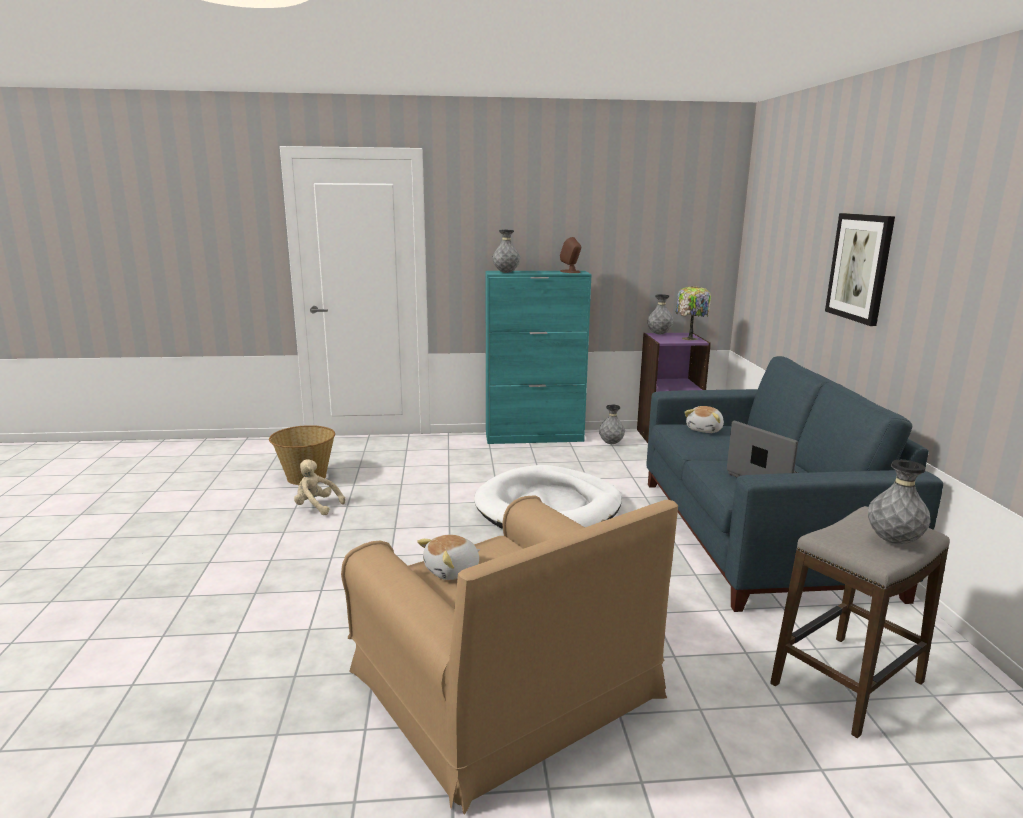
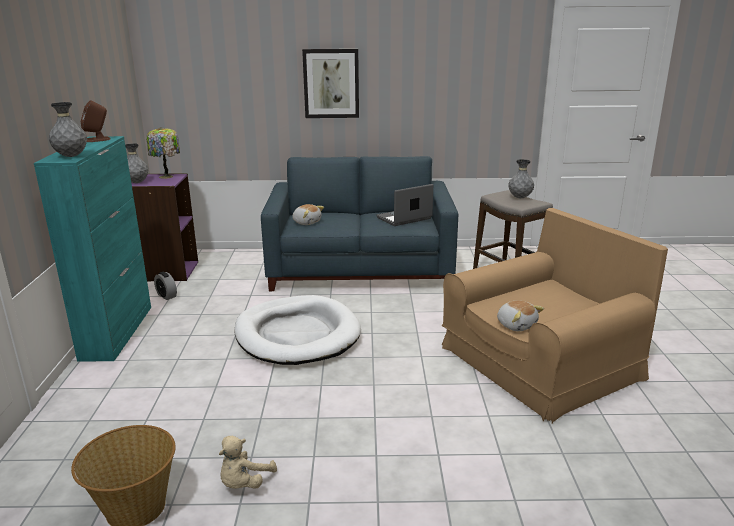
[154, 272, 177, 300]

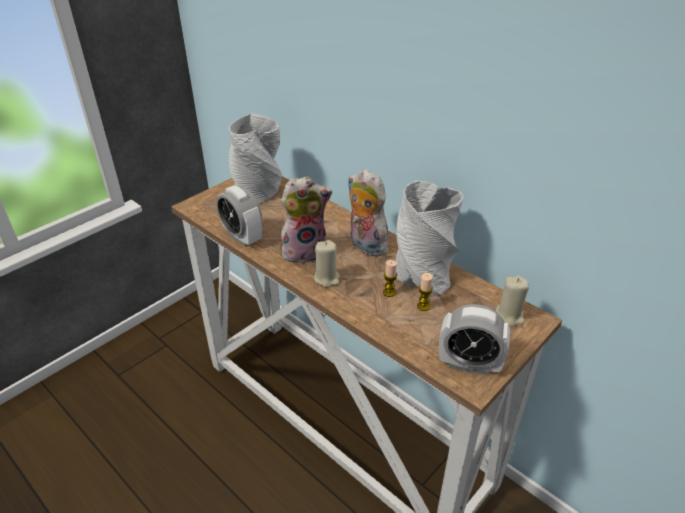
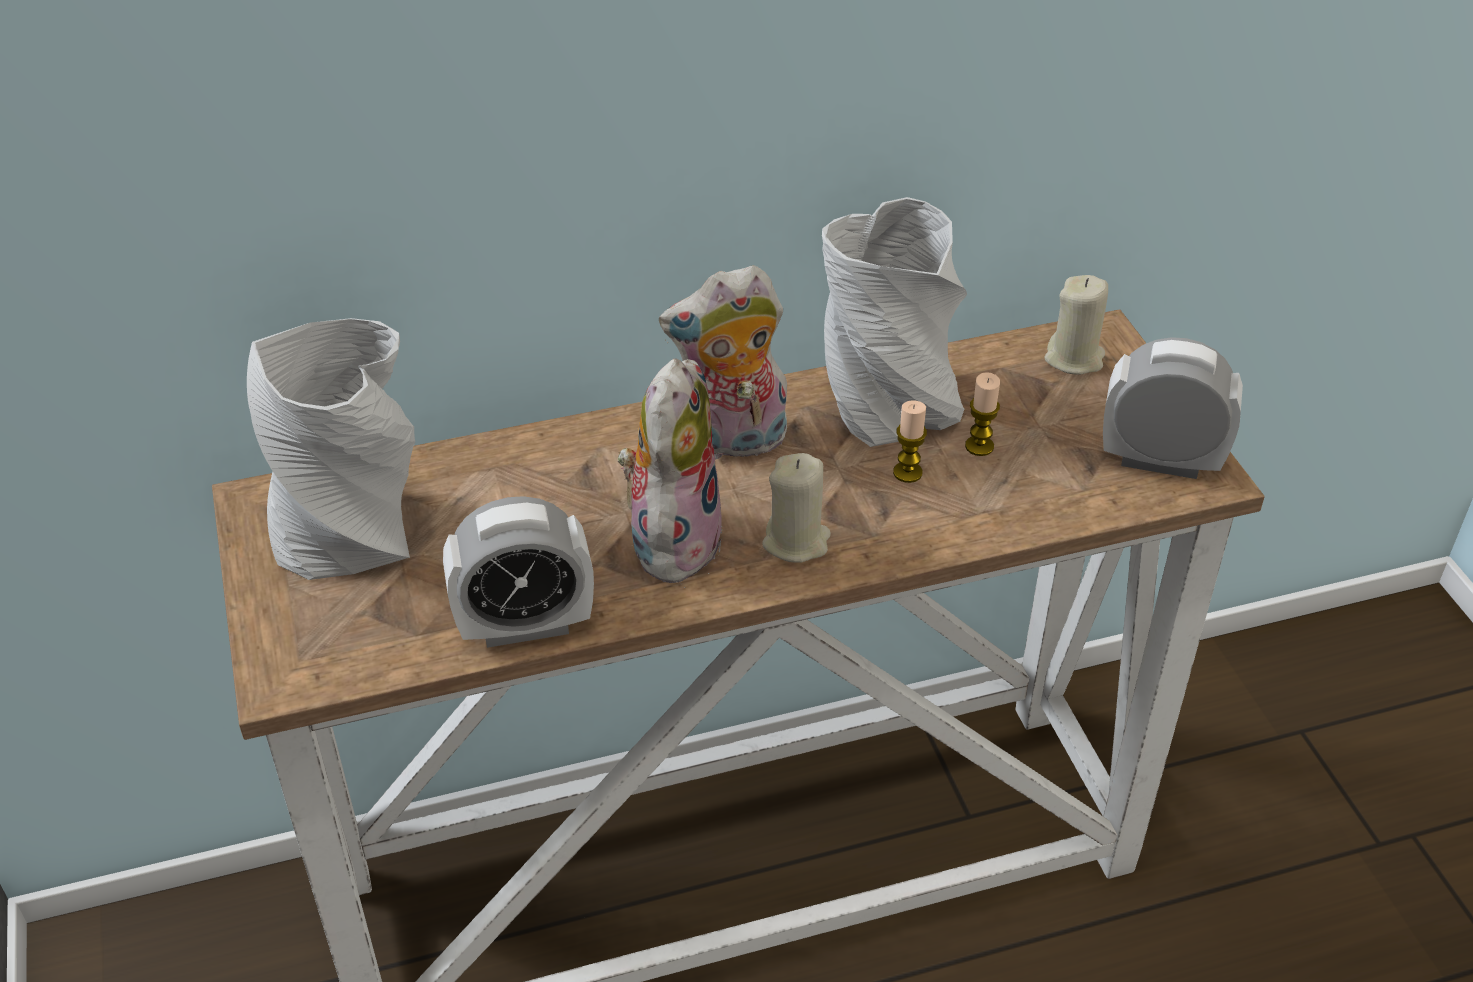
[1103, 337, 1243, 479]

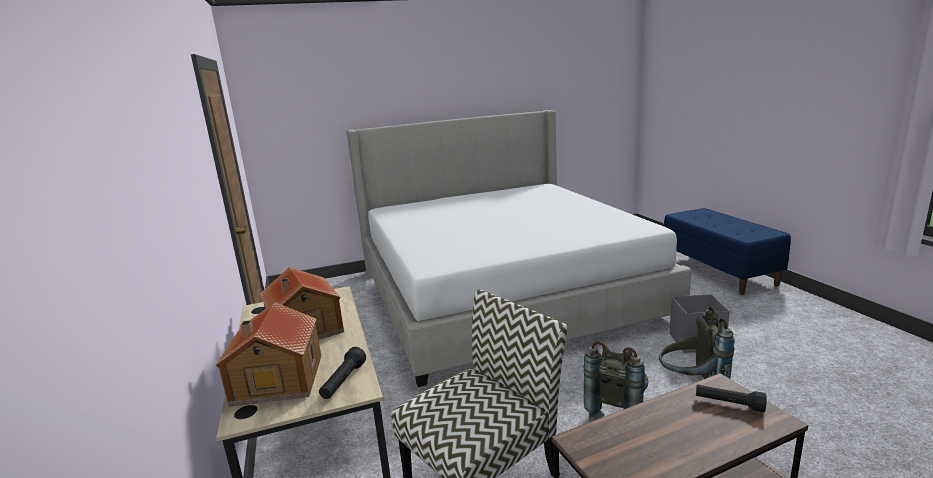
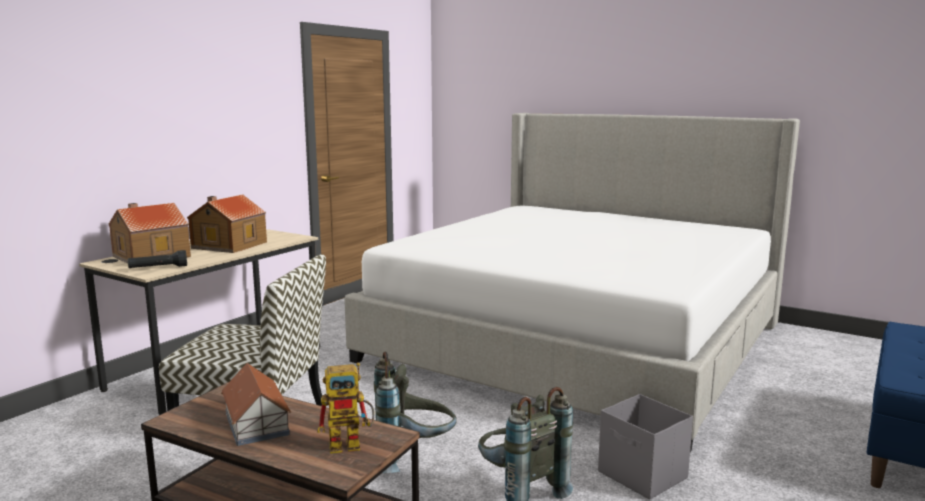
[317, 362, 374, 454]
[221, 363, 291, 446]

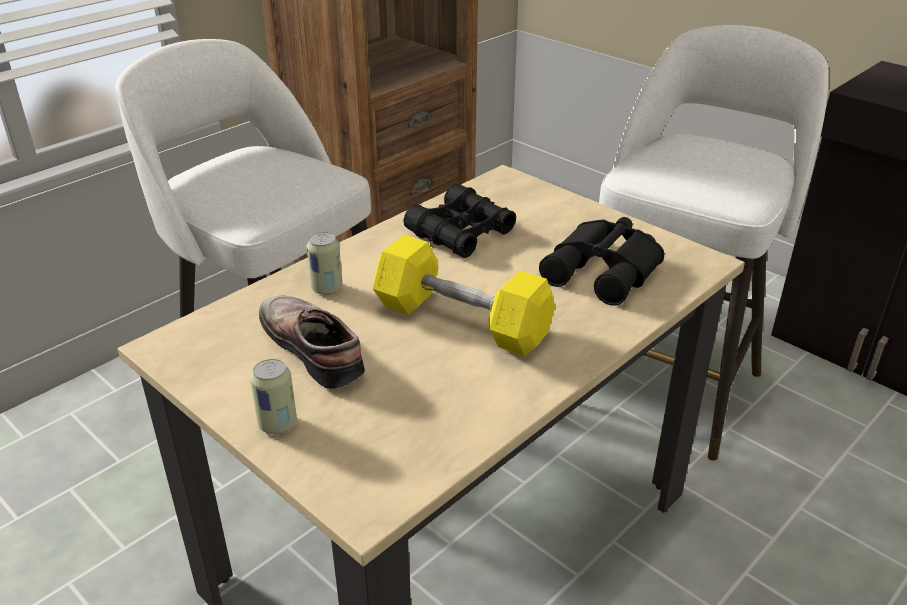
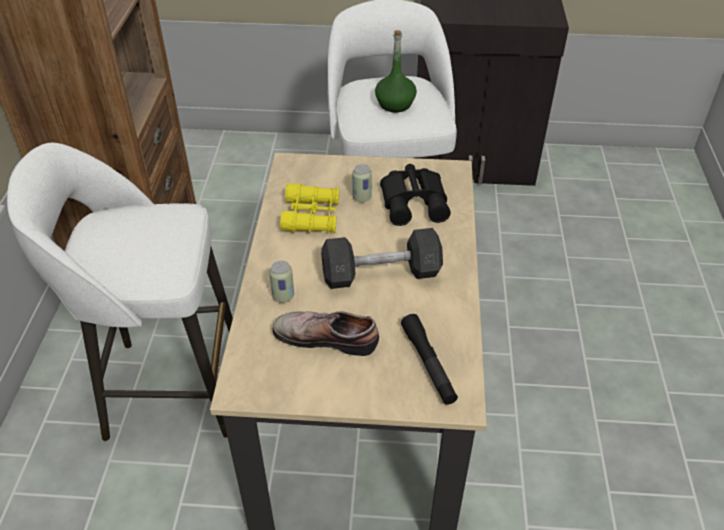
[352, 164, 372, 202]
[321, 228, 443, 289]
[280, 183, 339, 233]
[375, 30, 417, 112]
[401, 314, 458, 405]

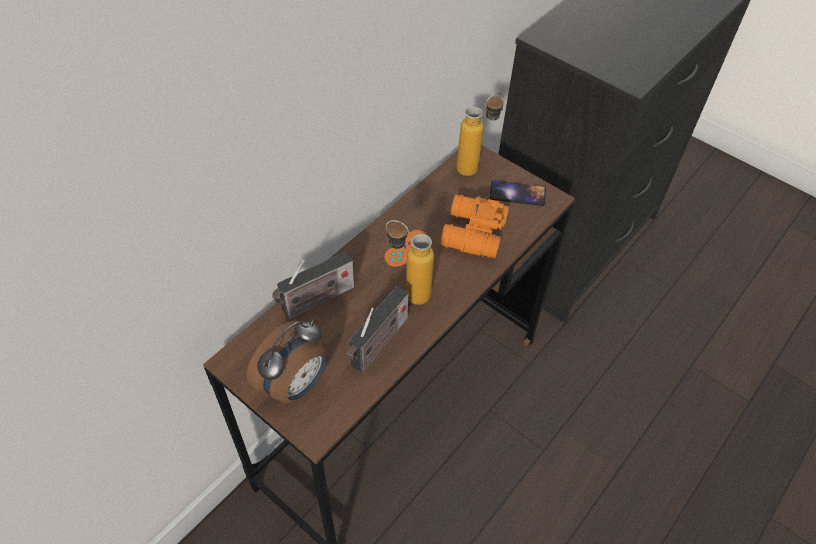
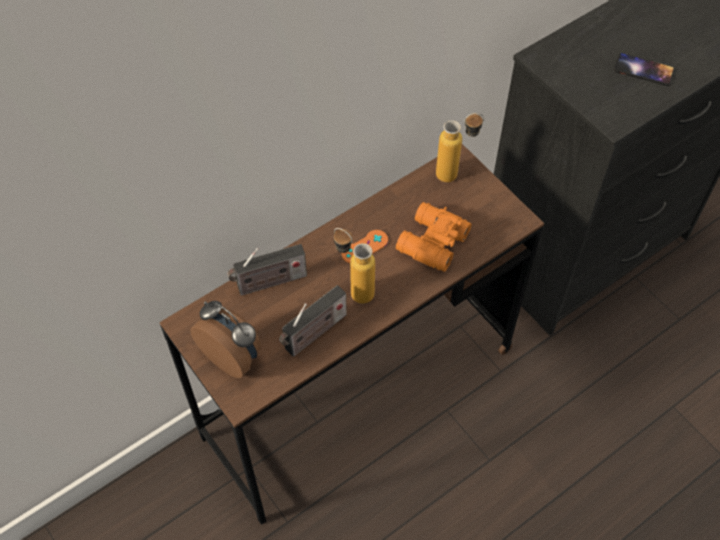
[190, 301, 261, 378]
[614, 53, 675, 86]

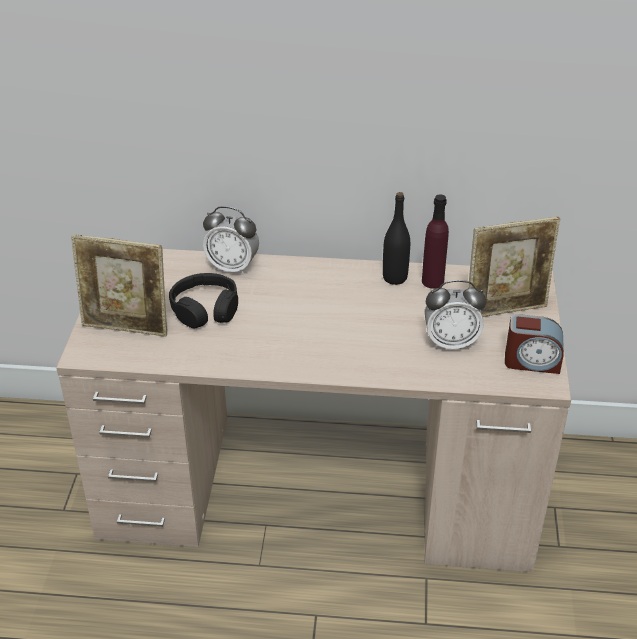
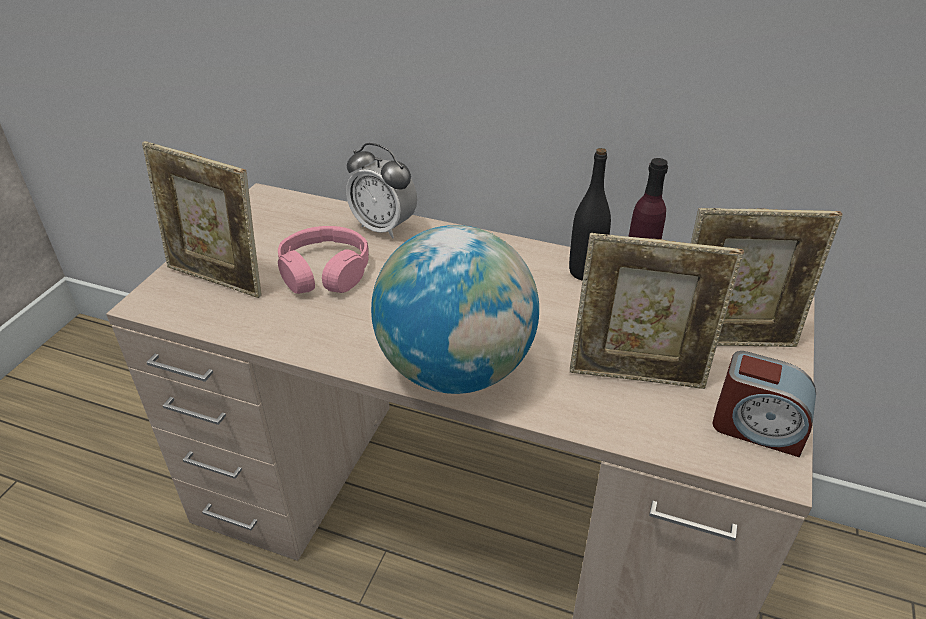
[278, 226, 369, 294]
[570, 233, 744, 389]
[371, 225, 539, 394]

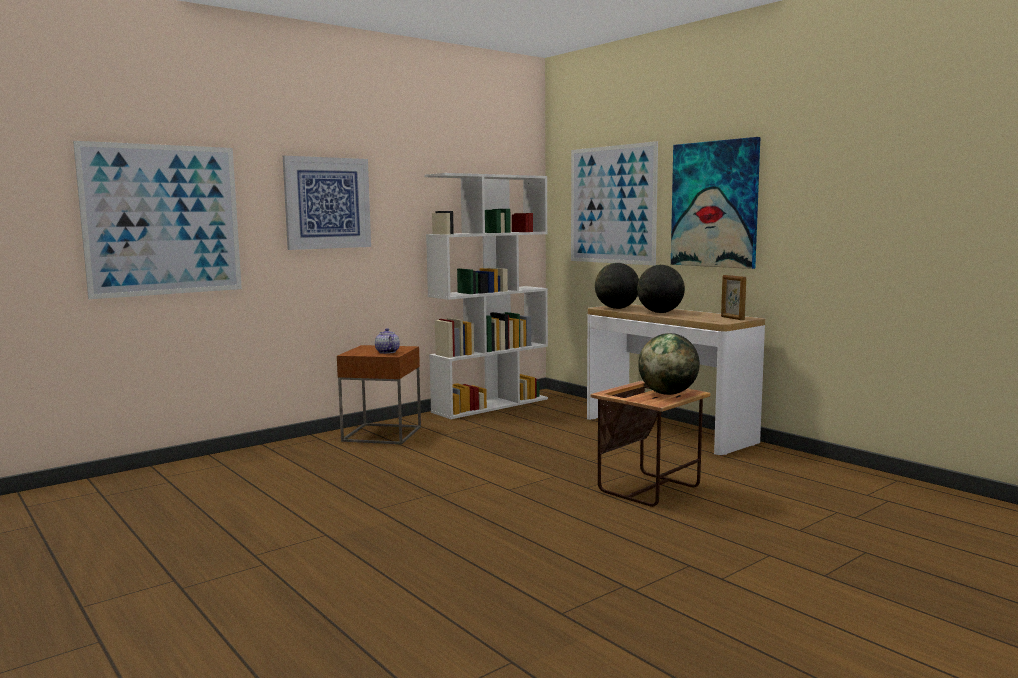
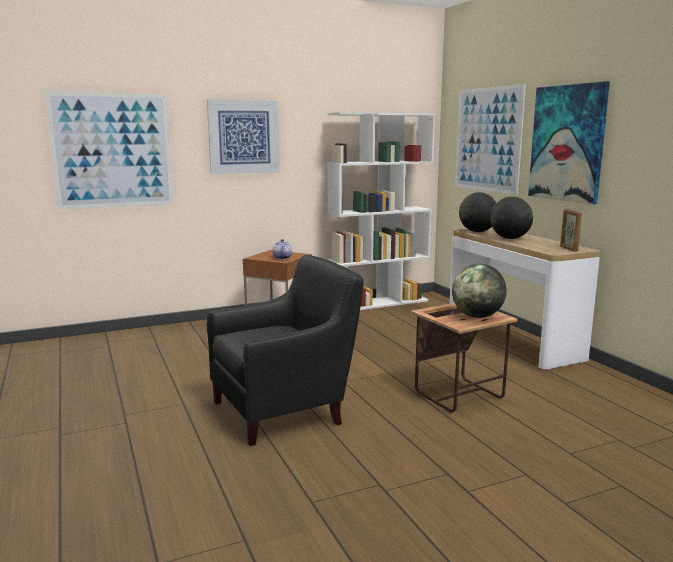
[207, 255, 363, 446]

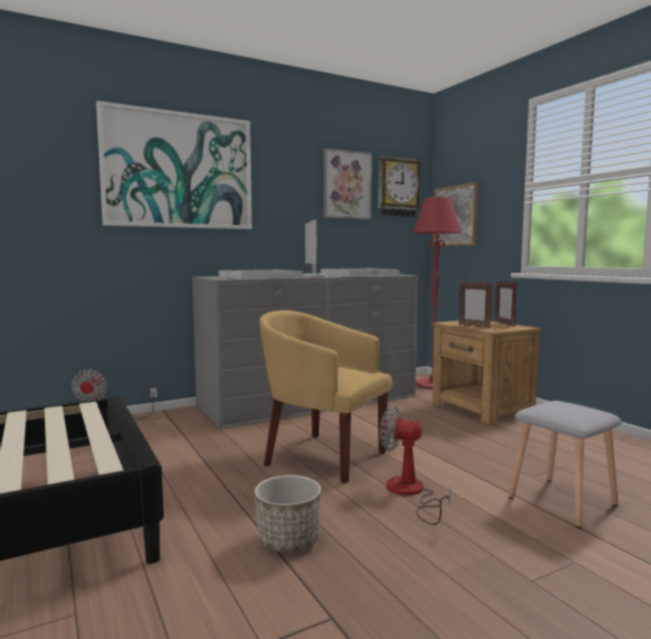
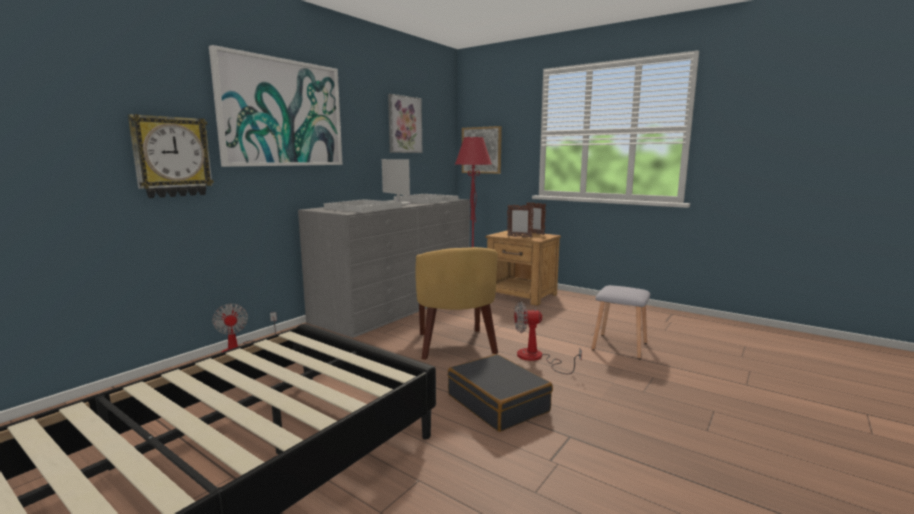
[448, 354, 553, 432]
[415, 247, 498, 360]
[128, 114, 214, 198]

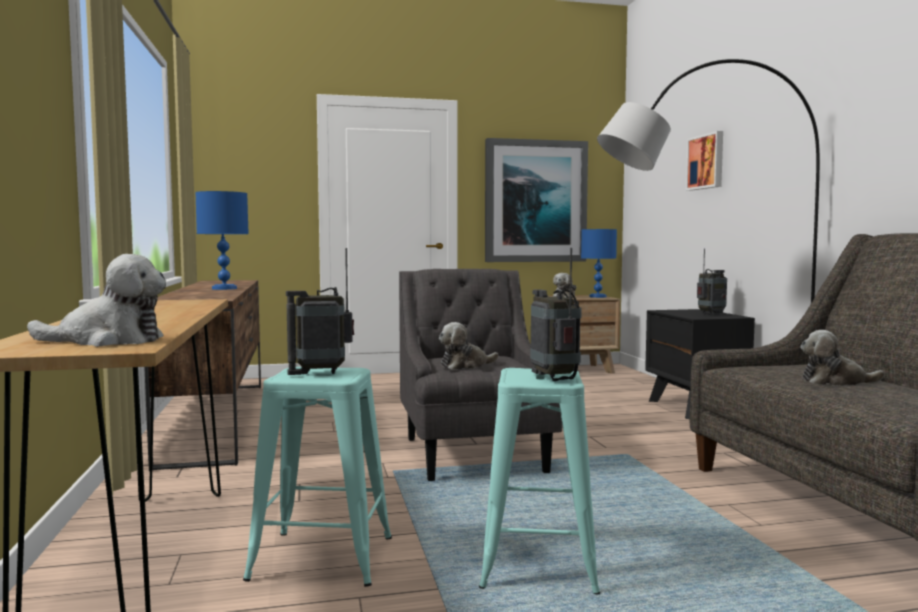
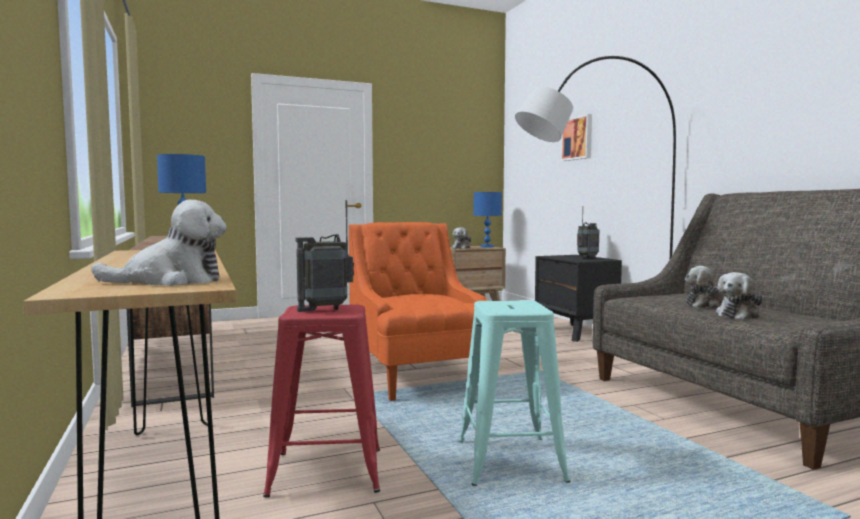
[263, 304, 380, 498]
[349, 222, 487, 401]
[716, 272, 763, 320]
[485, 138, 588, 262] (first image)
[530, 248, 582, 381] (first image)

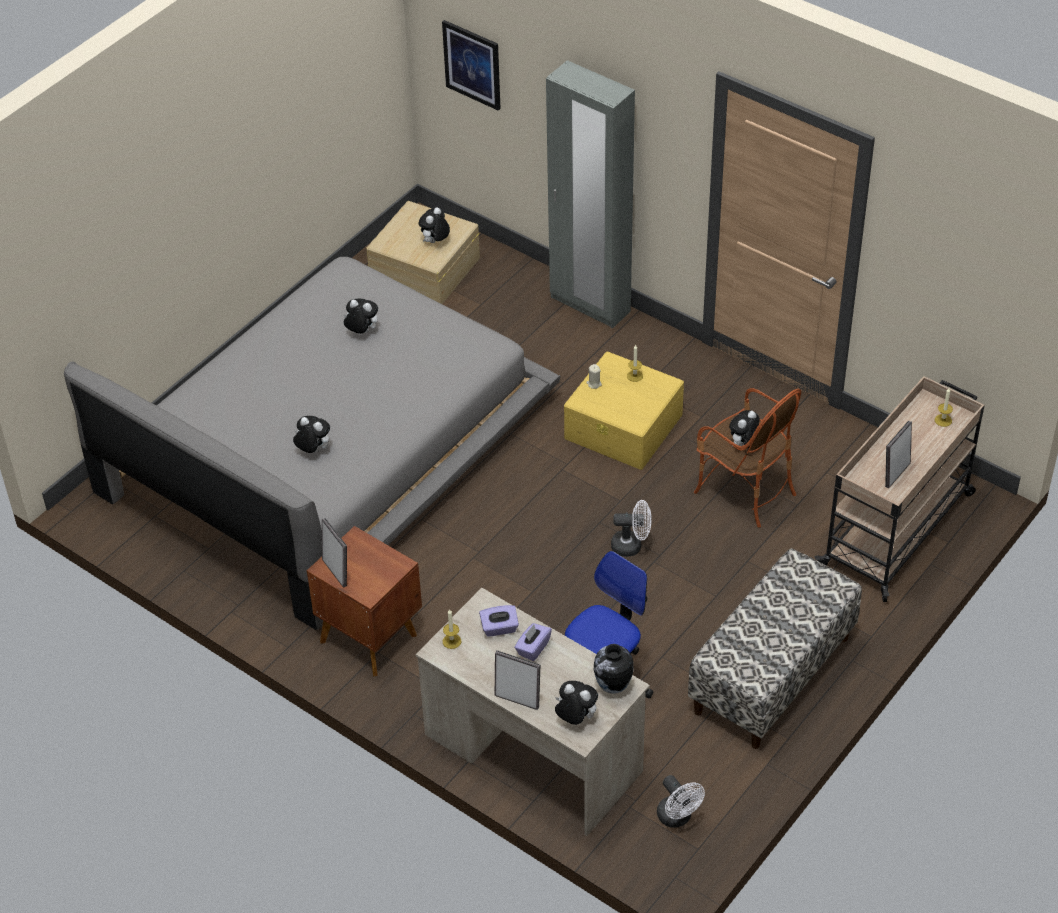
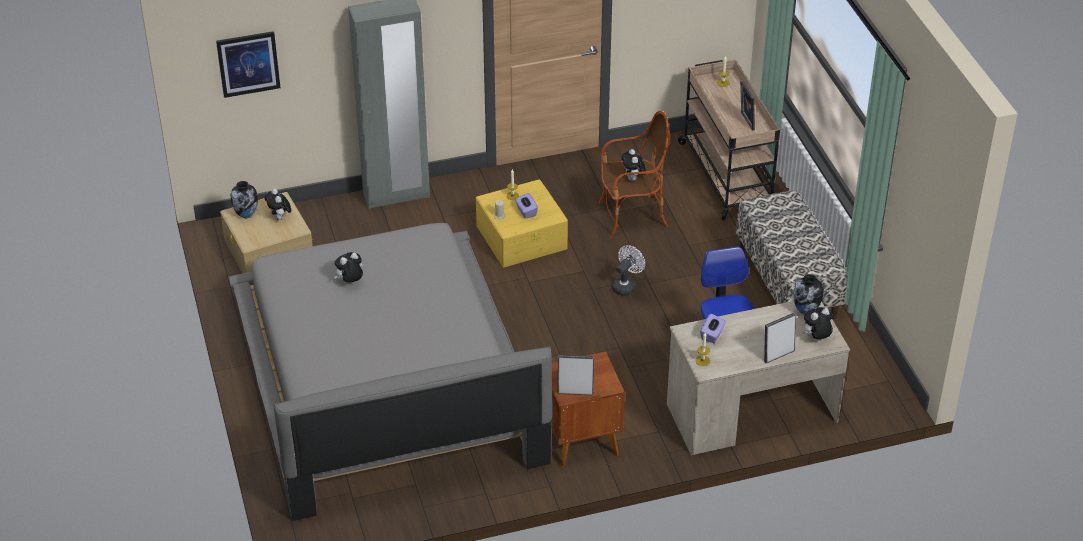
[293, 416, 330, 453] (first image)
[515, 193, 538, 219]
[657, 775, 705, 828] (first image)
[231, 181, 258, 219]

